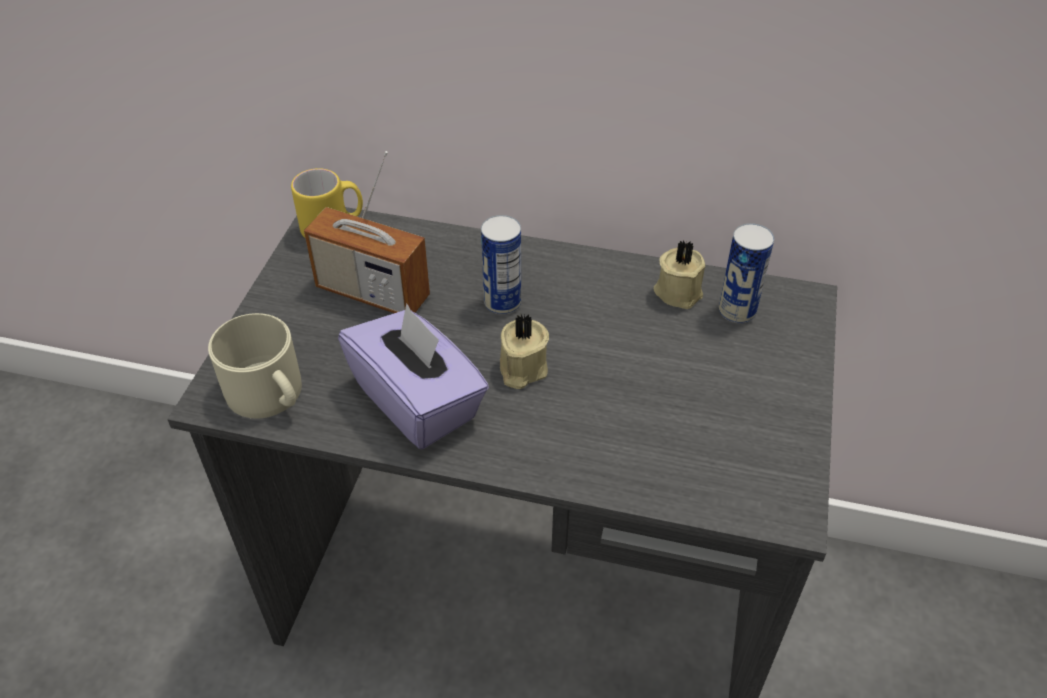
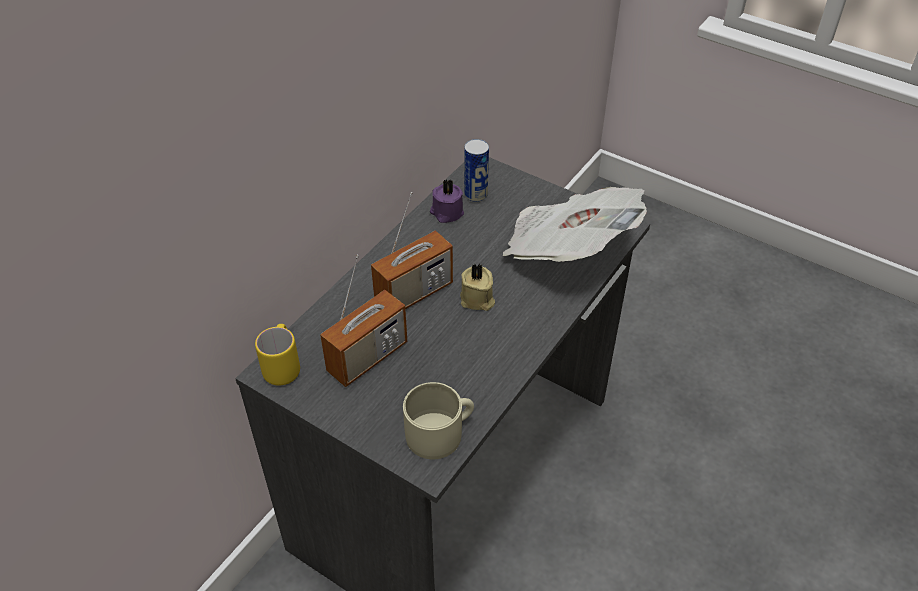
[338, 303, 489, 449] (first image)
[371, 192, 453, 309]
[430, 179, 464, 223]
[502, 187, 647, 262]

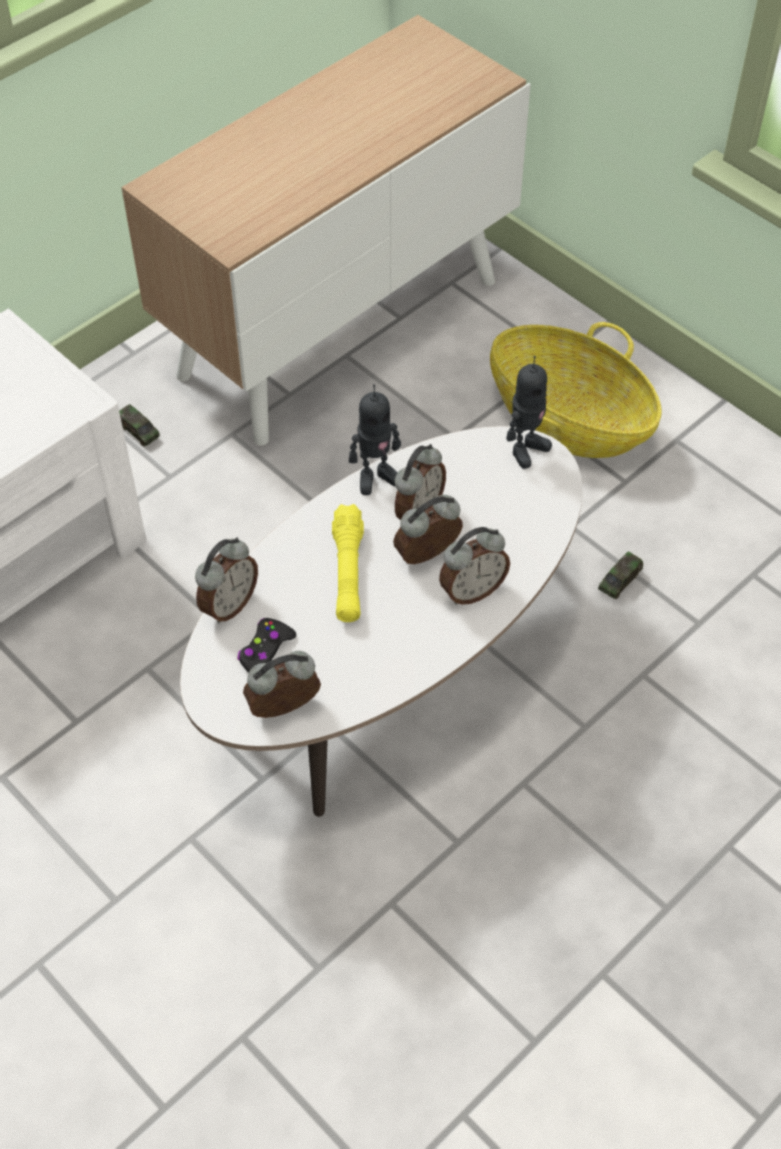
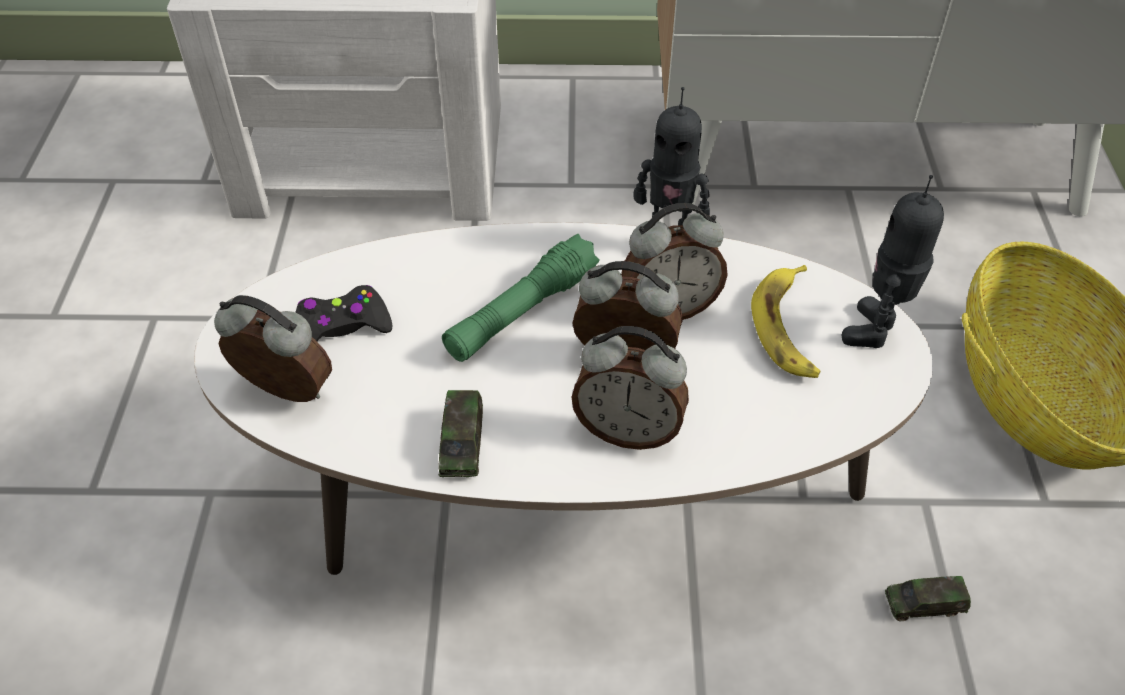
[438, 390, 483, 477]
[195, 537, 258, 623] (first image)
[442, 234, 599, 362]
[842, 175, 944, 348]
[751, 265, 821, 378]

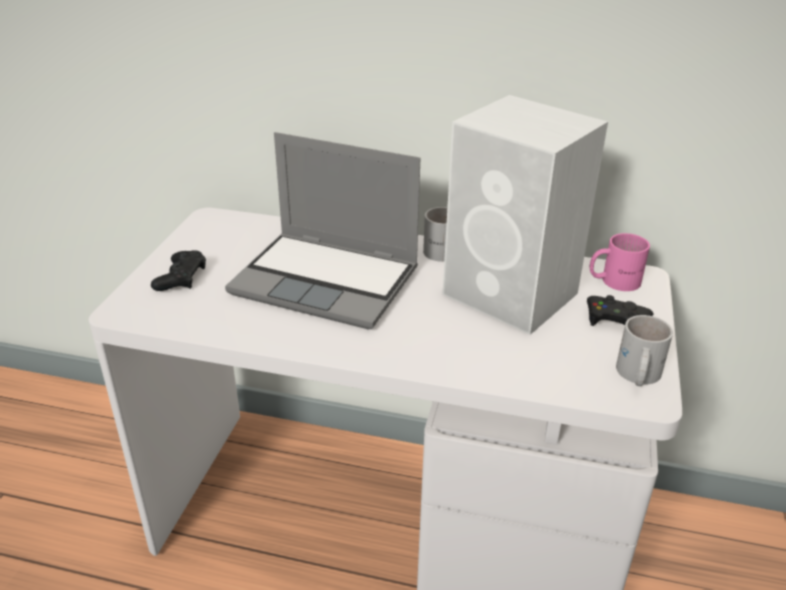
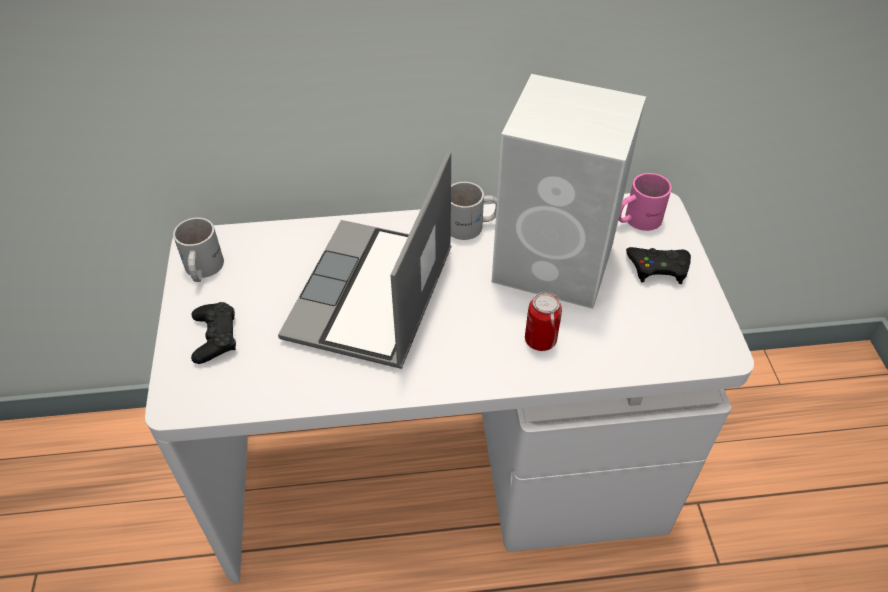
[278, 151, 451, 369]
[173, 217, 224, 282]
[525, 292, 562, 351]

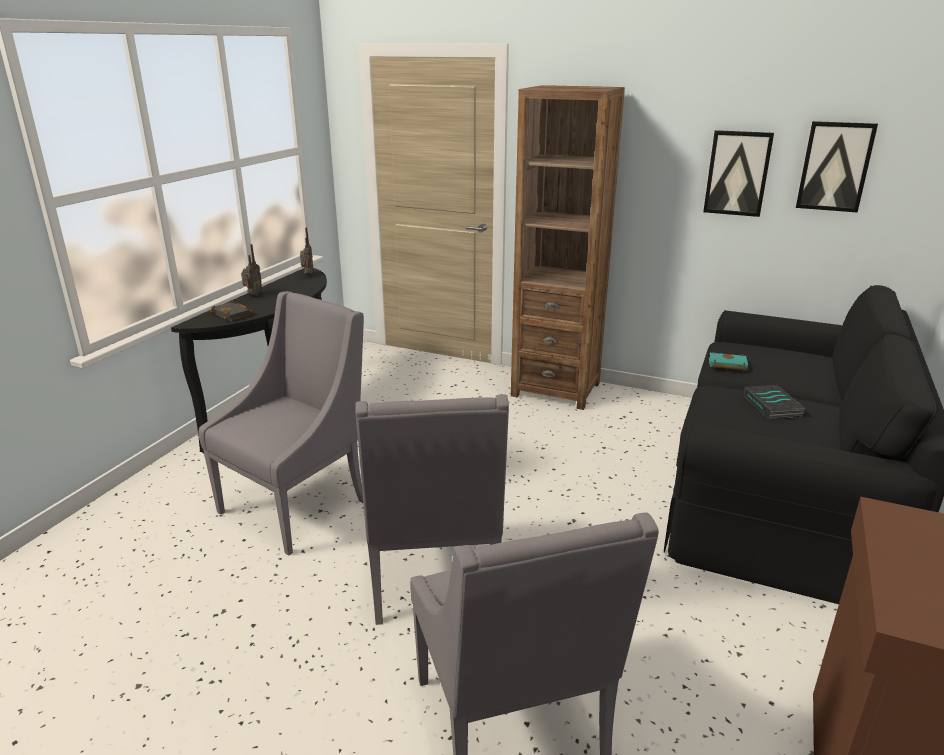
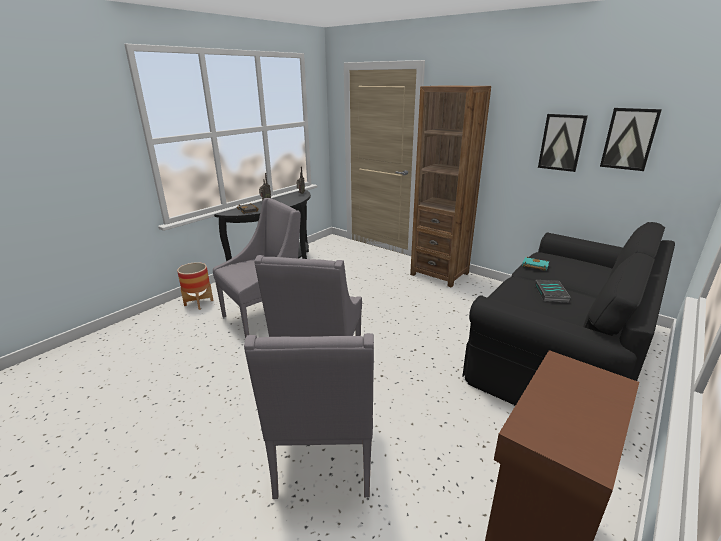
[177, 262, 213, 310]

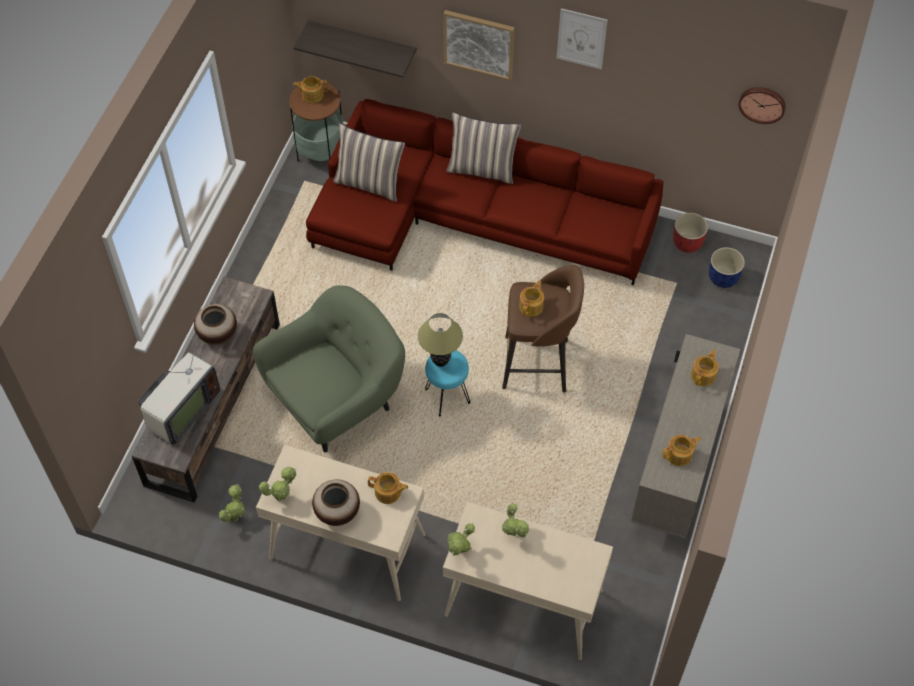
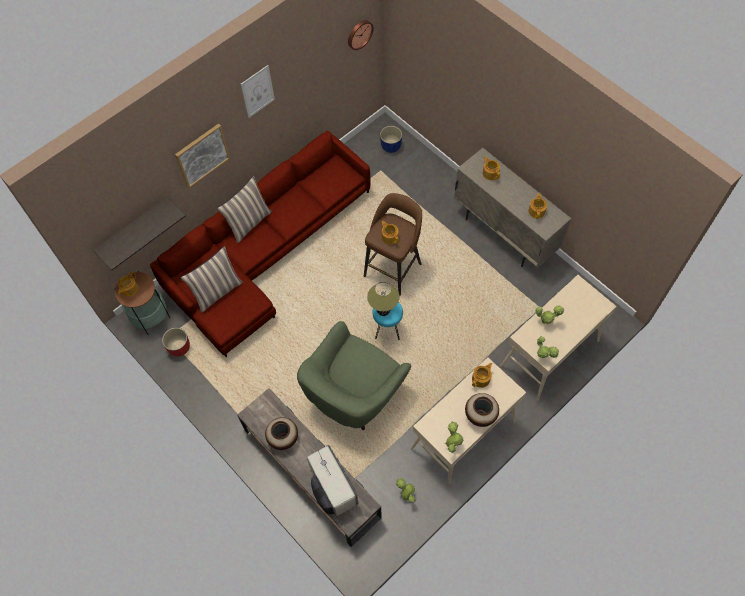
[297, 321, 411, 430]
[162, 328, 190, 357]

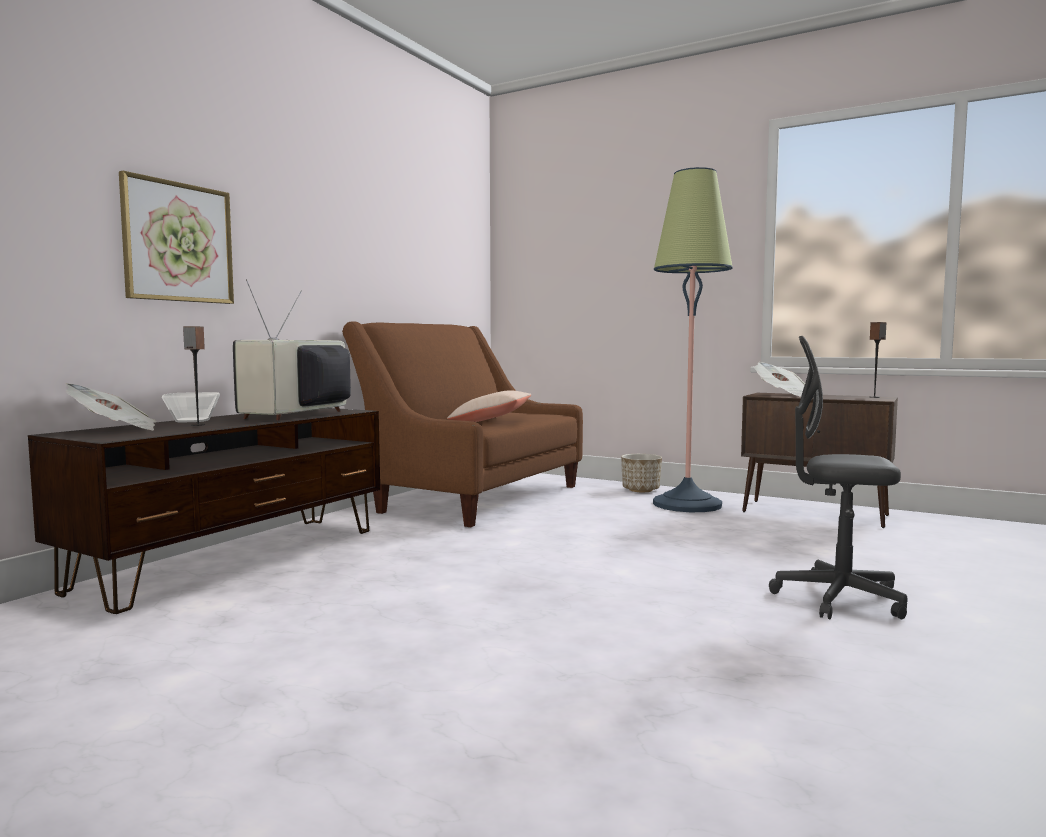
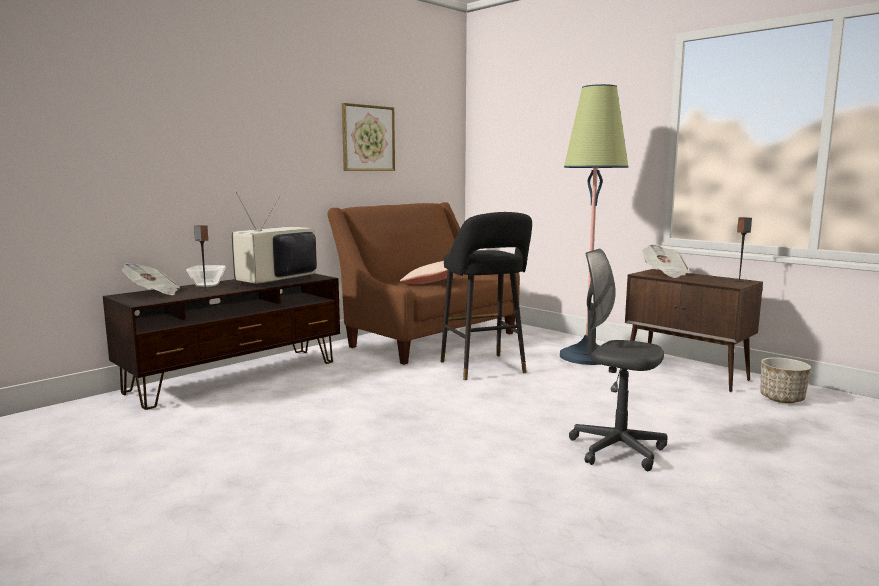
[342, 103, 395, 171]
[760, 357, 811, 403]
[441, 212, 532, 380]

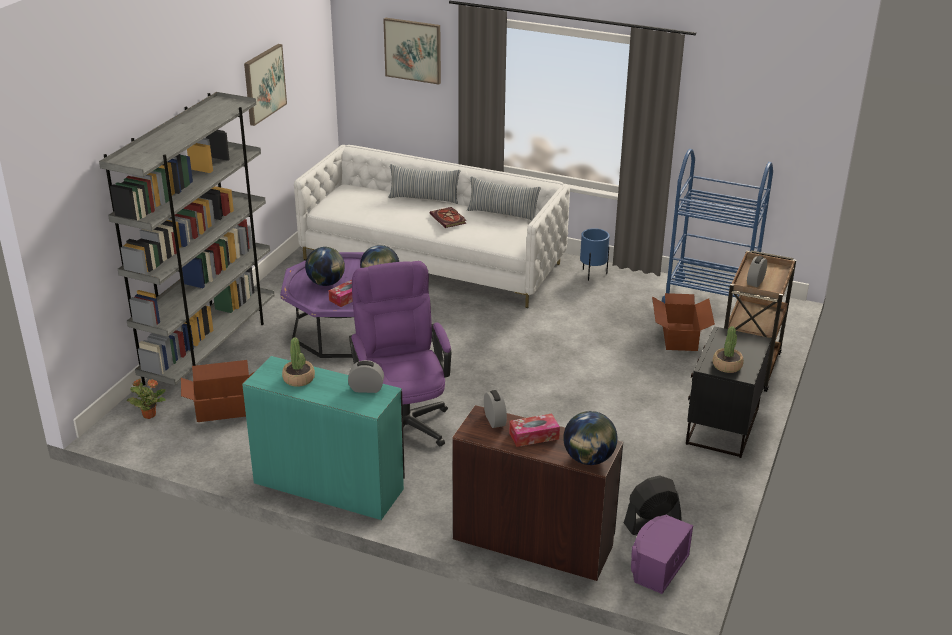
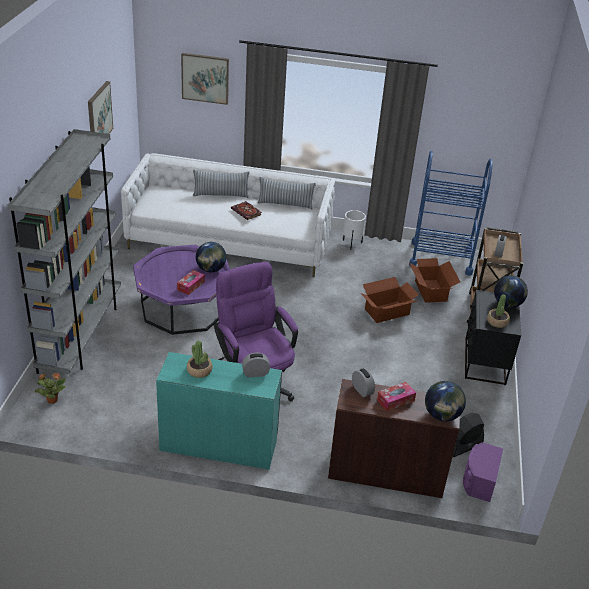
[361, 277, 419, 323]
[494, 275, 528, 308]
[343, 210, 366, 250]

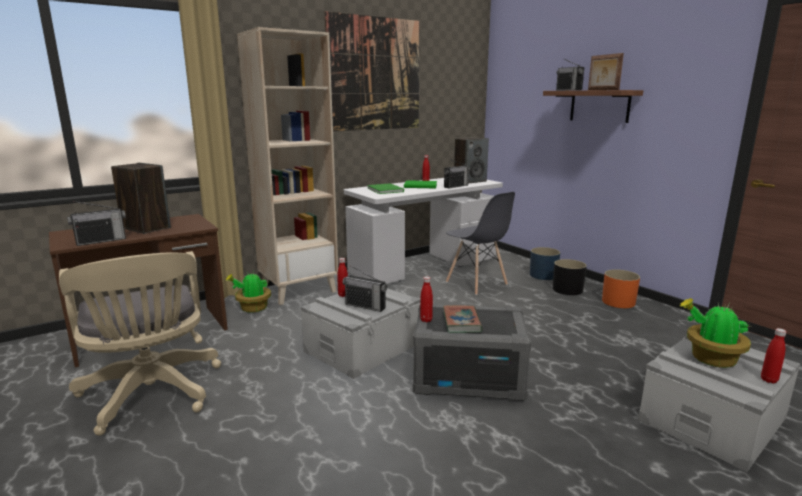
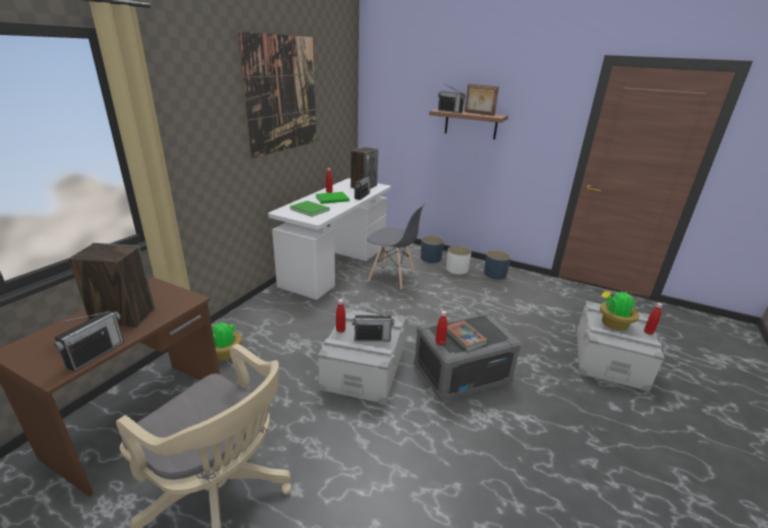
[237, 27, 338, 305] (first image)
[446, 246, 471, 275]
[484, 250, 511, 279]

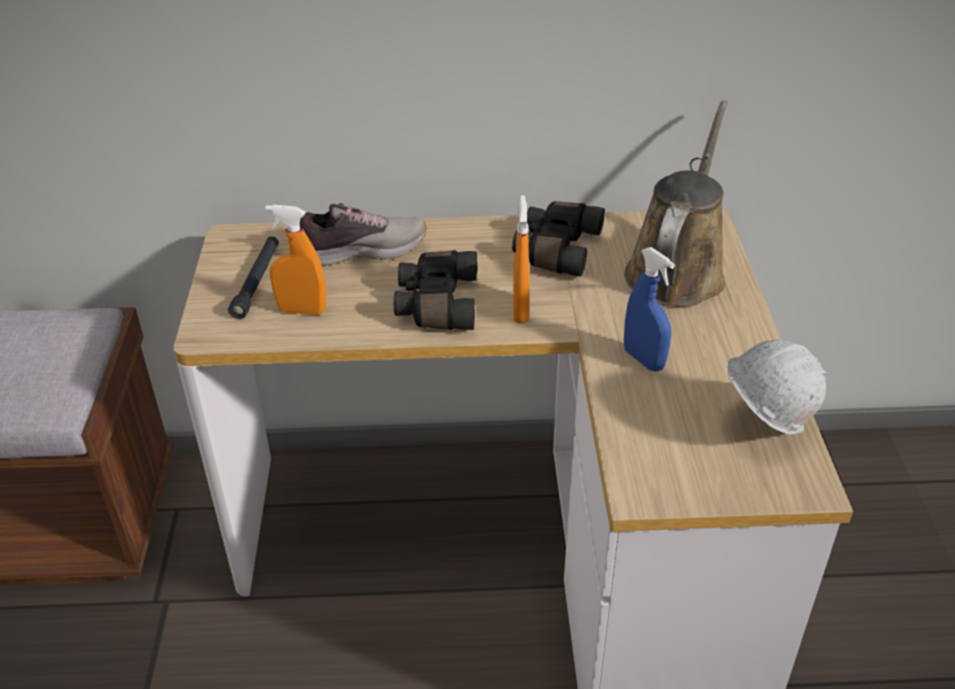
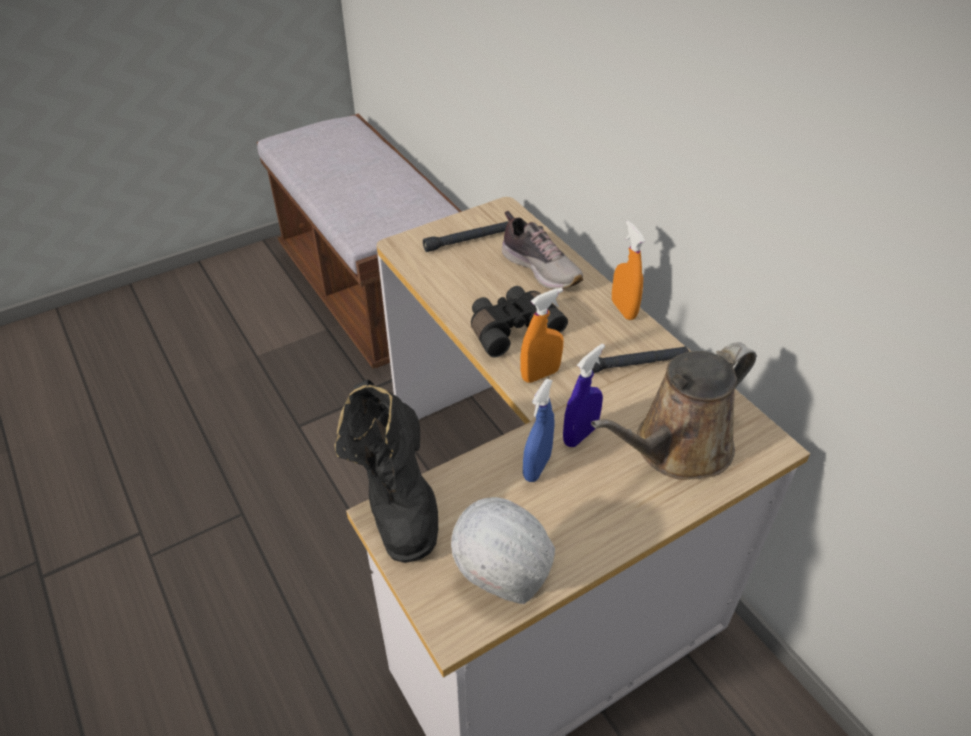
[612, 221, 645, 320]
[592, 346, 689, 373]
[591, 342, 756, 480]
[334, 380, 438, 563]
[563, 344, 605, 447]

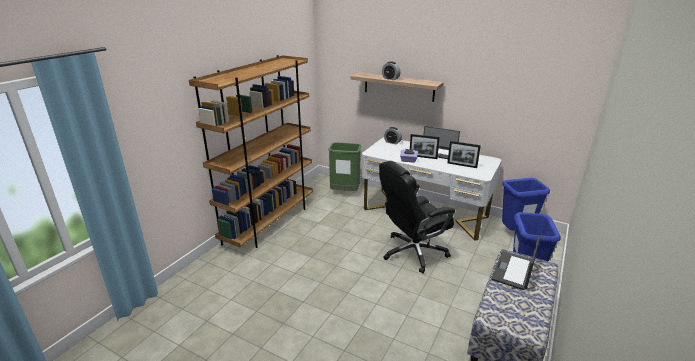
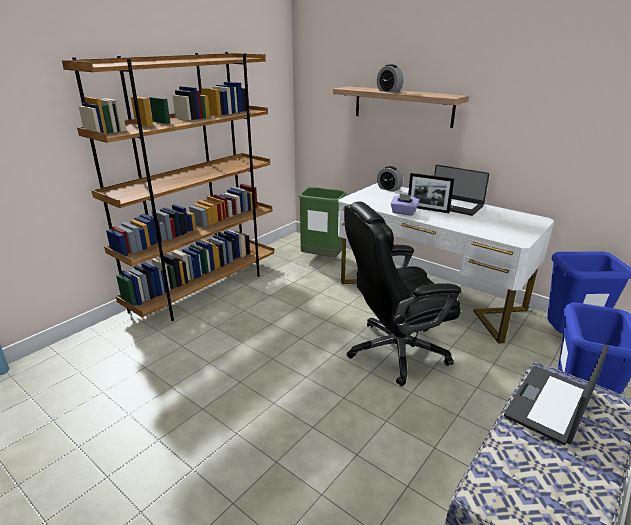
[448, 141, 481, 168] (first image)

